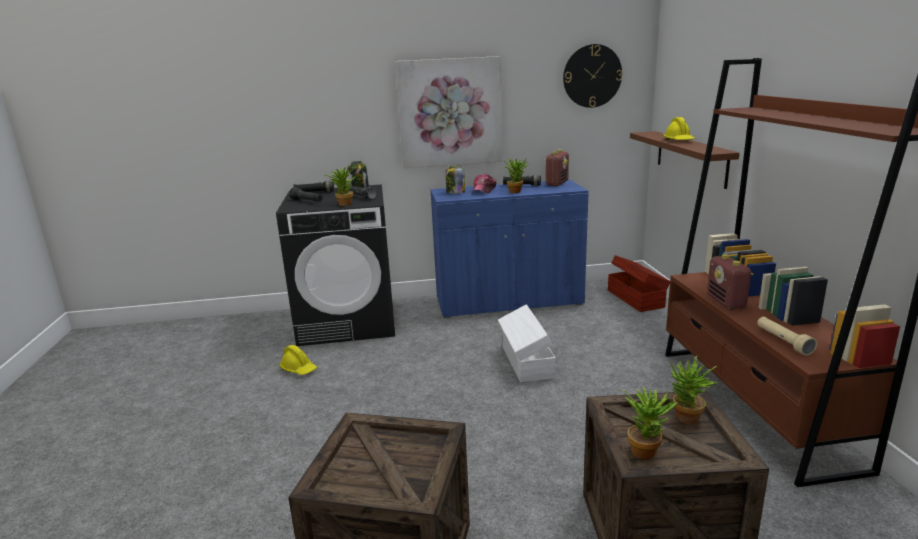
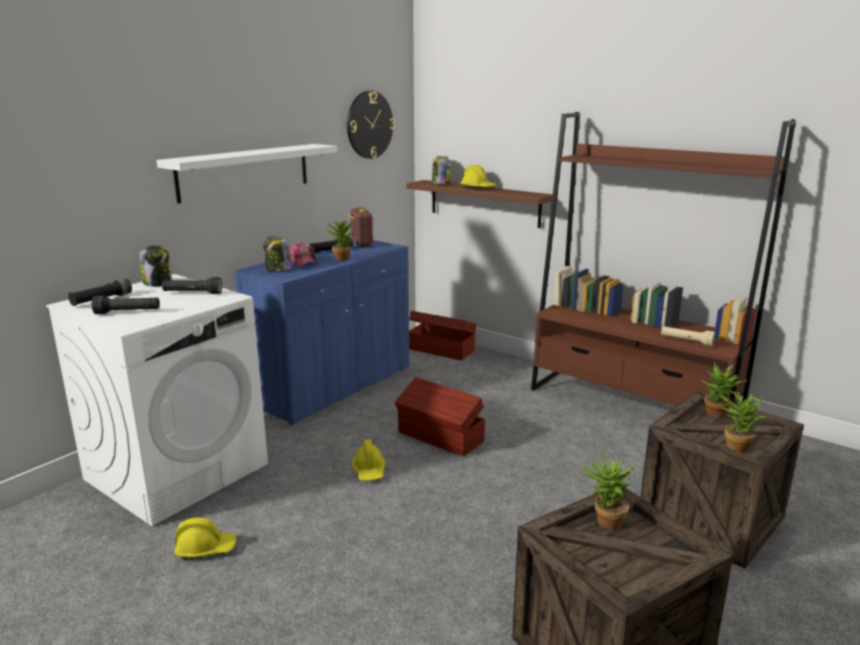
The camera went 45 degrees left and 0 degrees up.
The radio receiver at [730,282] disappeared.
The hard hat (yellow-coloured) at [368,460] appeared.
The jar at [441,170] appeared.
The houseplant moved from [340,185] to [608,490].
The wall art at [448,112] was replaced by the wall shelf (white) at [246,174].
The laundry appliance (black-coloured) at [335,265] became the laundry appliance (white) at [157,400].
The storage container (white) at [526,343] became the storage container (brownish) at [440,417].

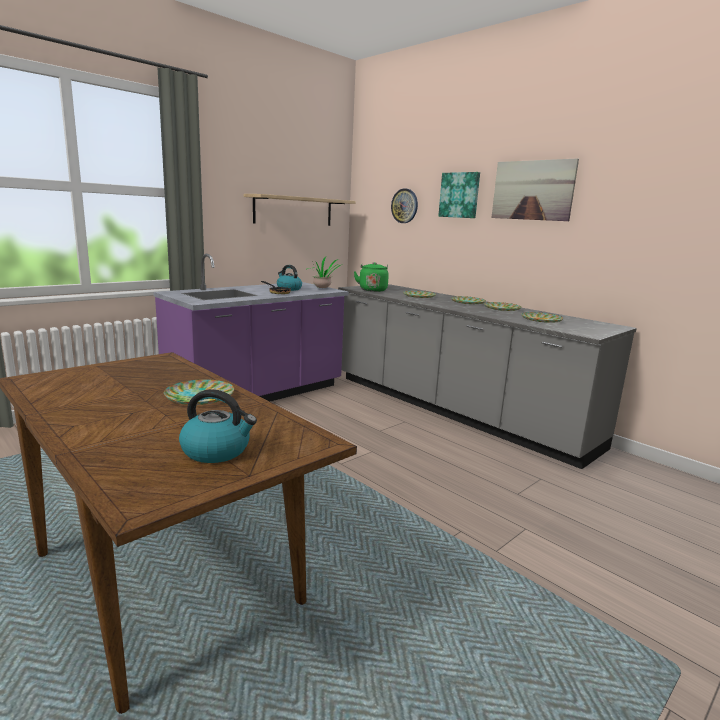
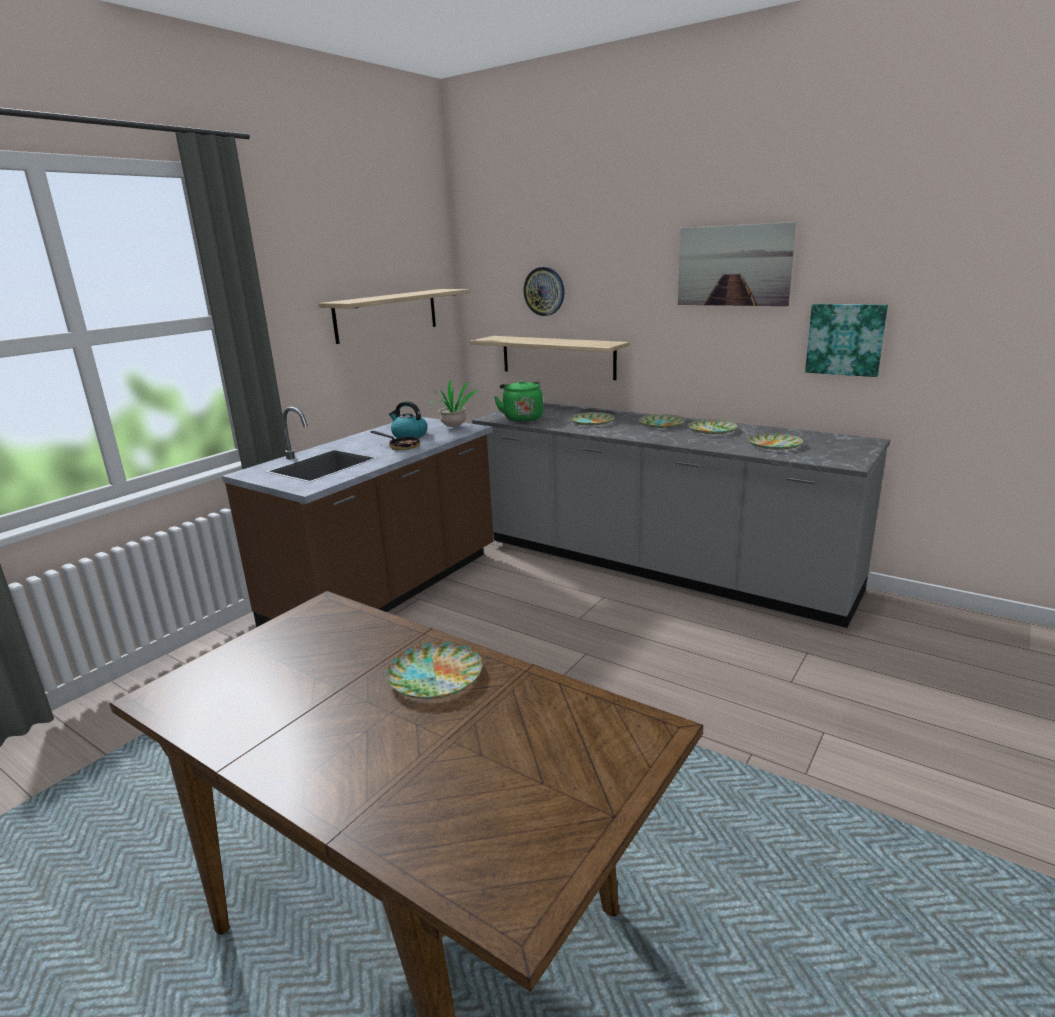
The camera went 10 degrees left and 5 degrees up.
The kettle at [218,426] disappeared.
The wall shelf at [550,358] appeared.
The wall art moved from [459,195] to [846,340].
The kitchen base unit (purple-coloured) at [250,327] became the kitchen base unit (brownish) at [358,517].

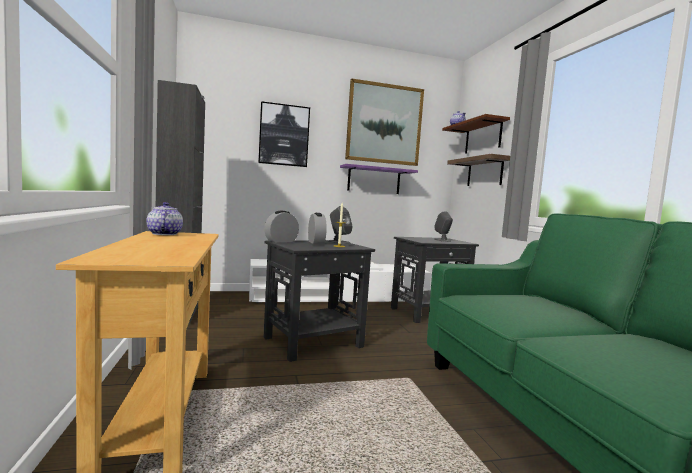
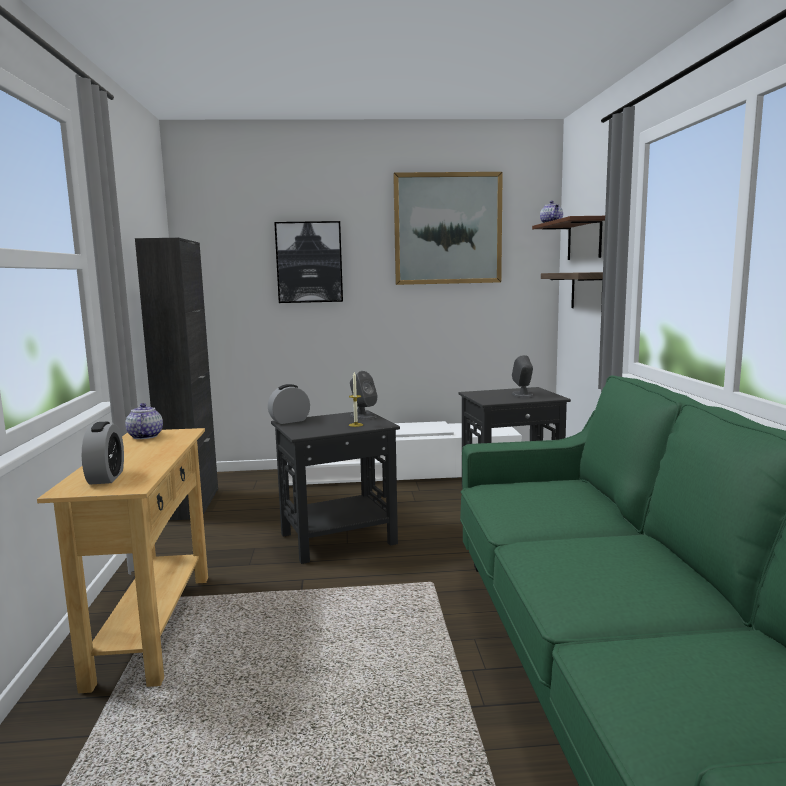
The camera went 10 degrees right and 5 degrees up.
The wall shelf (purple-coloured) at [379,179] disappeared.
The bedside clock moved from [317,228] to [103,453].

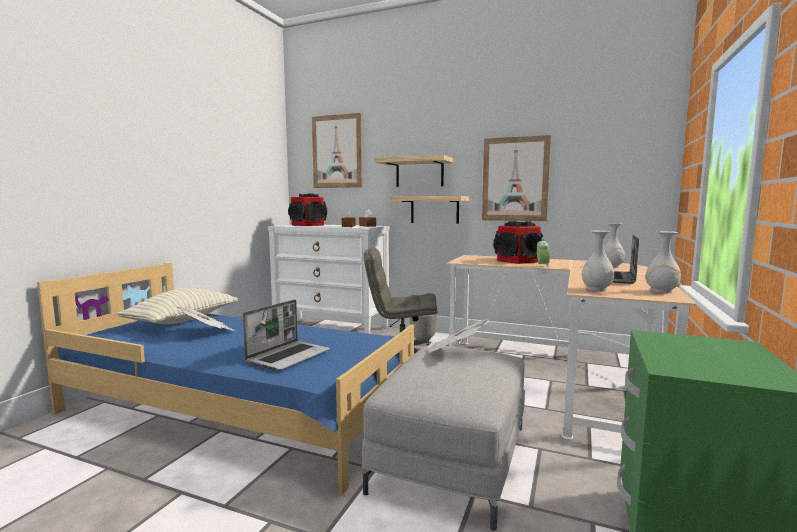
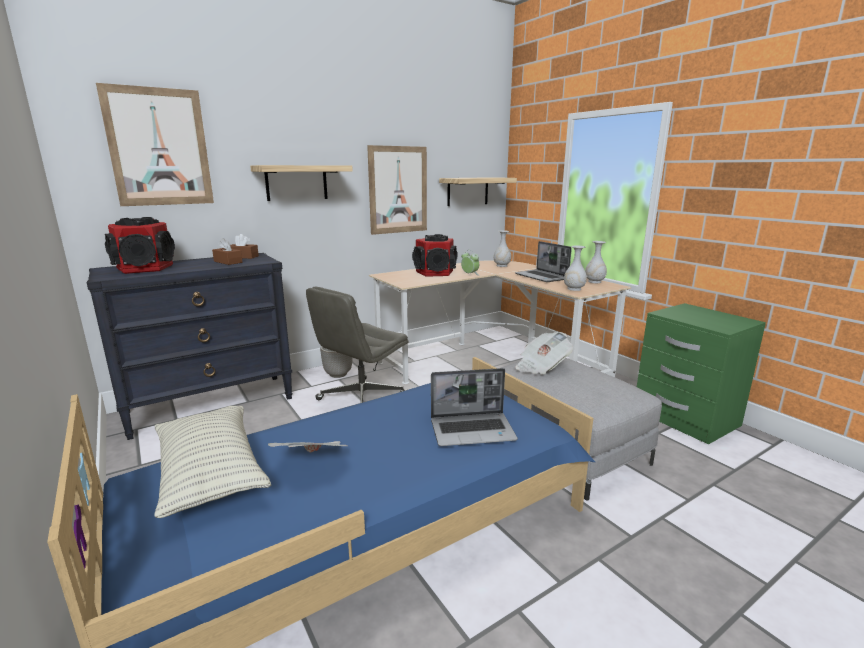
The camera went 55 degrees left and 10 degrees up.
The wall shelf moved from [429,210] to [478,191].
The drawer chest (white) at [329,279] became the drawer chest (black-coloured) at [190,346].
The laptop at [286,335] turned 105 degrees clockwise.

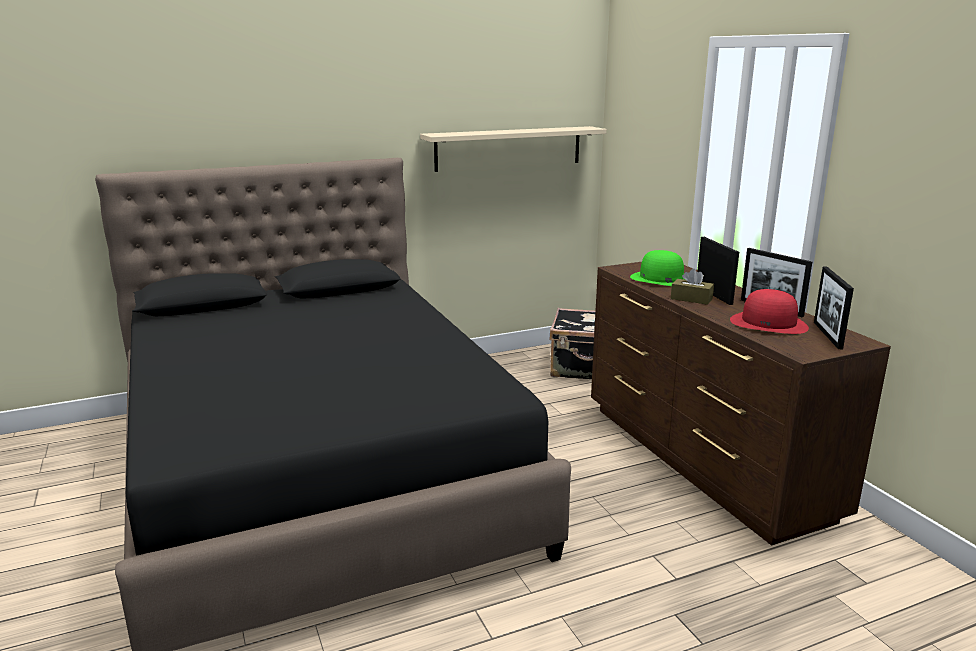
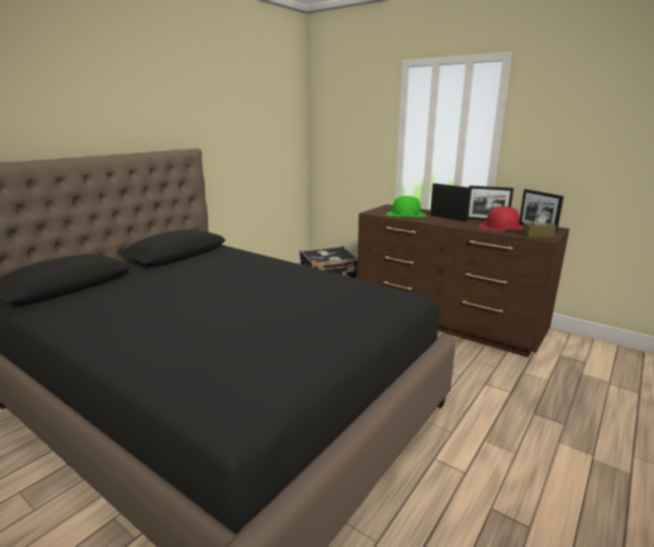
The camera went 30 degrees left and 0 degrees up.
The wall shelf (beige-coloured) at [513,149] disappeared.
The tissue box (brownish) moved from [692,287] to [539,225].

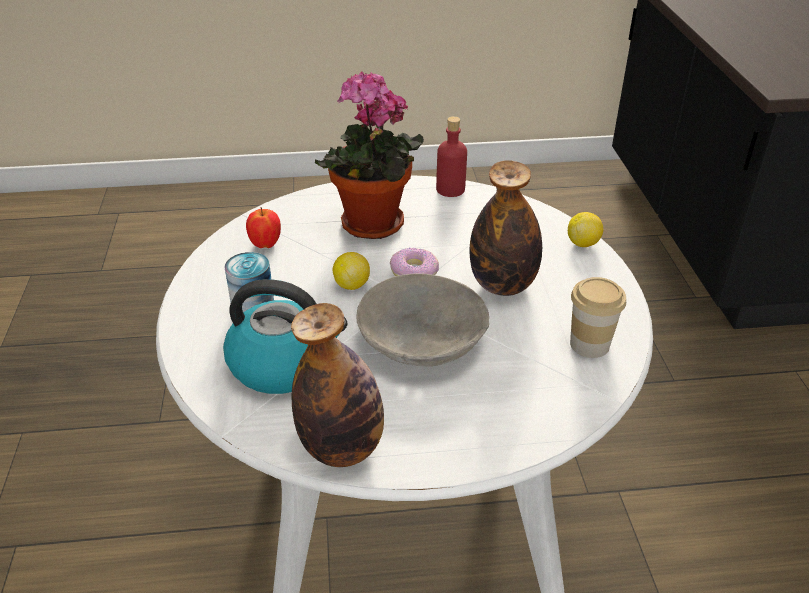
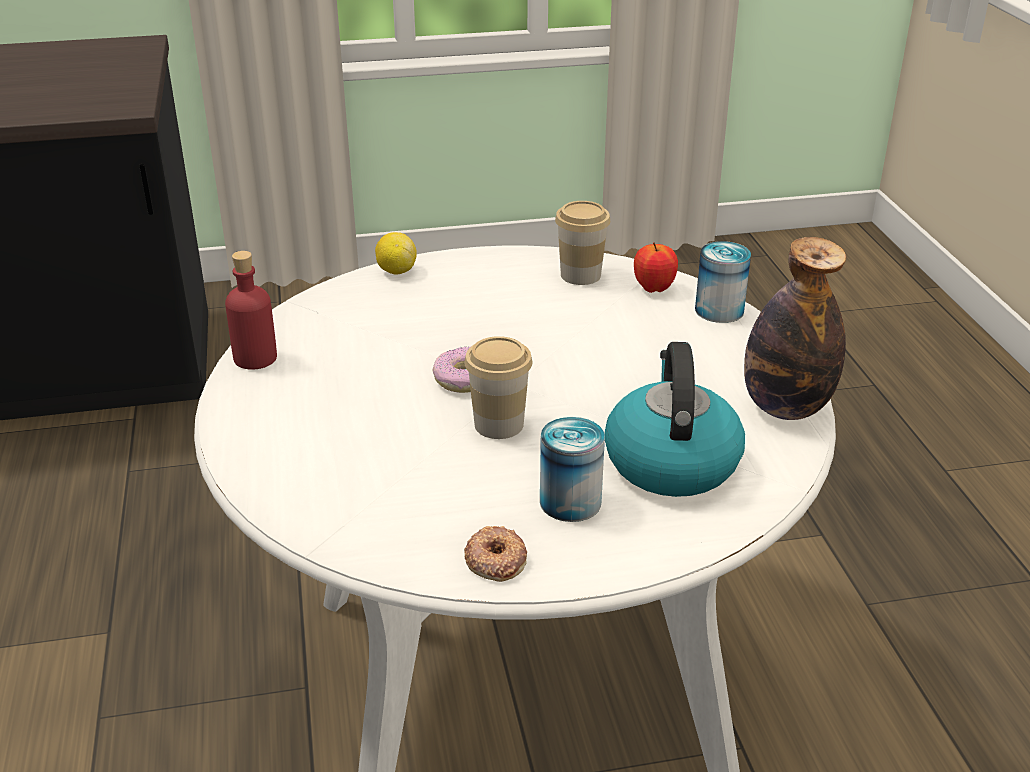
The camera went 95 degrees left and 5 degrees down.
The houseplant at [369,155] disappeared.
The bowl (greyish) at [423,320] disappeared.
The beverage bottle at [505,228] disappeared.
The ring doughnut at [495,554] appeared.
The metal can at [723,282] appeared.
The whole apple moved from [263,227] to [656,268].
The lemon at [351,271] was replaced by the cup at [498,387].

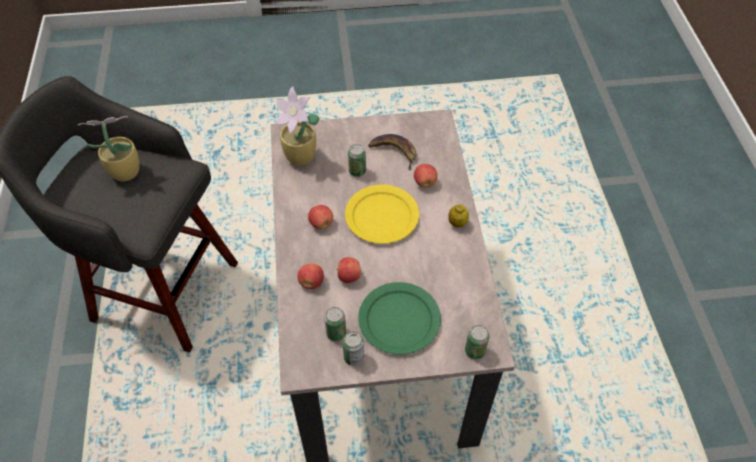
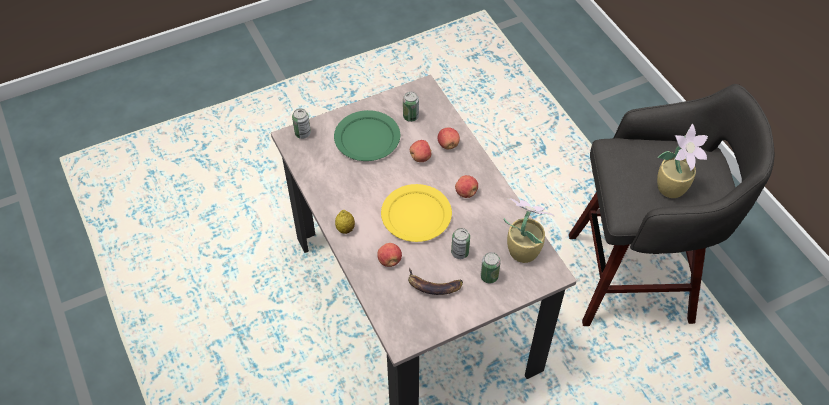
The camera went 160 degrees right and 0 degrees up.
The metal can moved from [353,348] to [490,267].

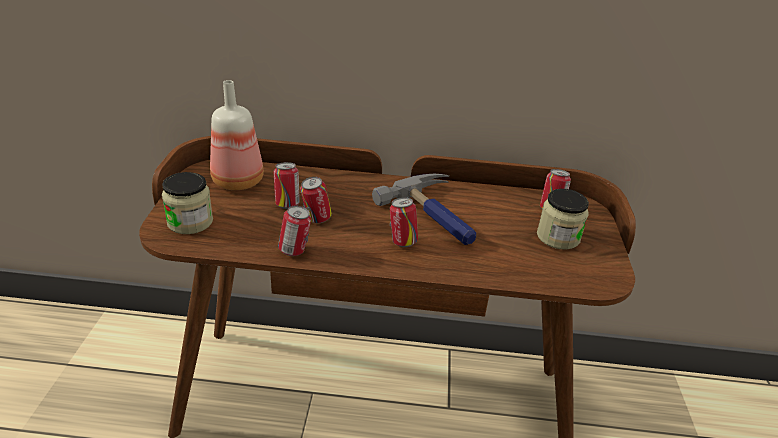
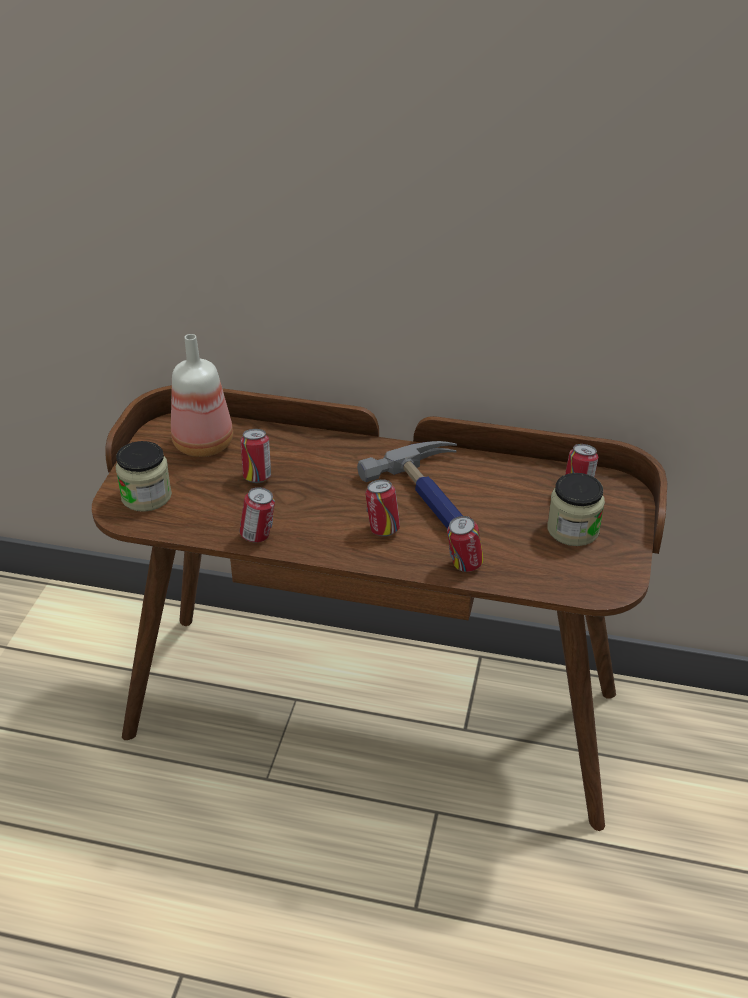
The camera went 10 degrees right and 5 degrees up.
The metal can moved from [316,200] to [465,544].

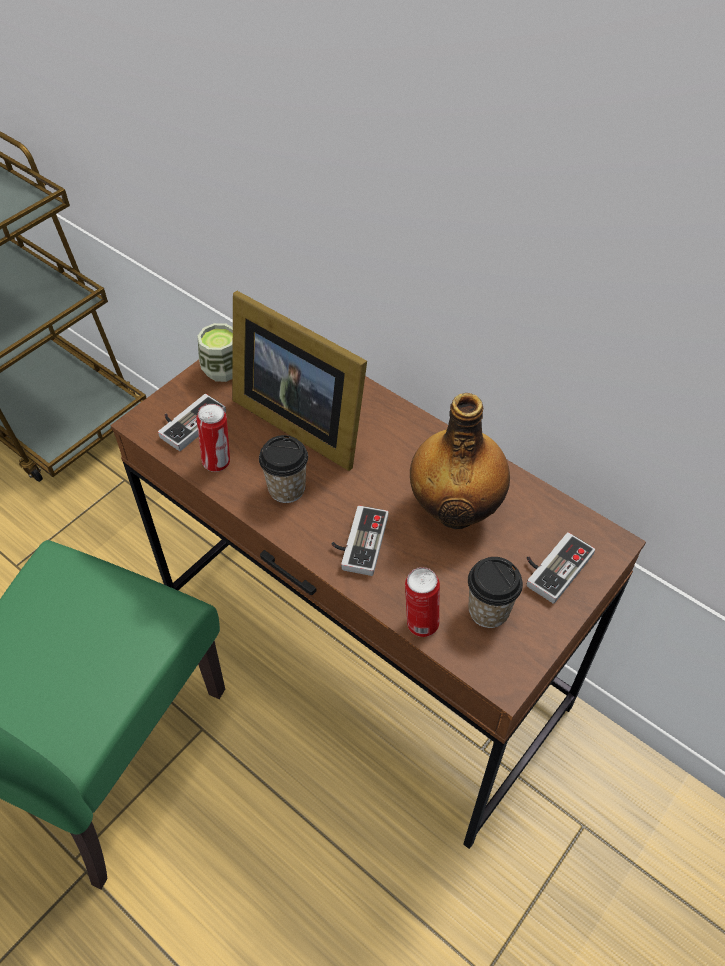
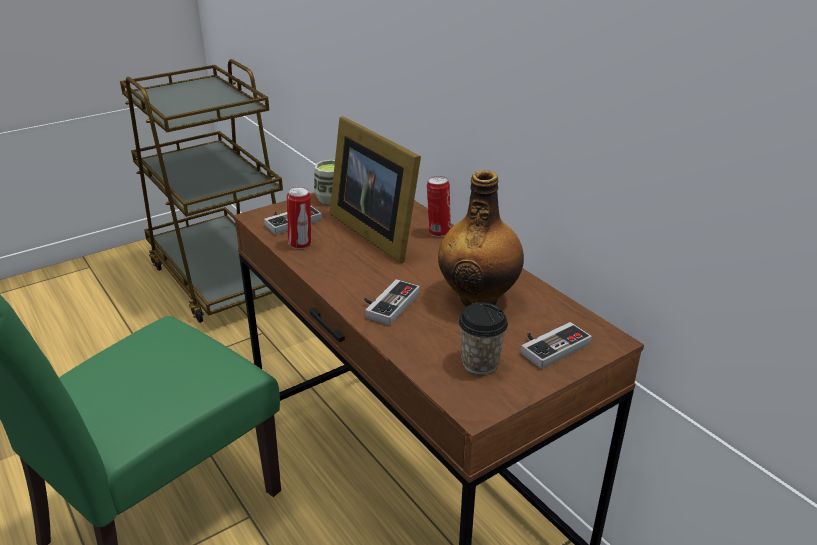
The camera went 15 degrees right and 20 degrees down.
The cup at [283,469] disappeared.
The metal can moved from [422,602] to [439,206].

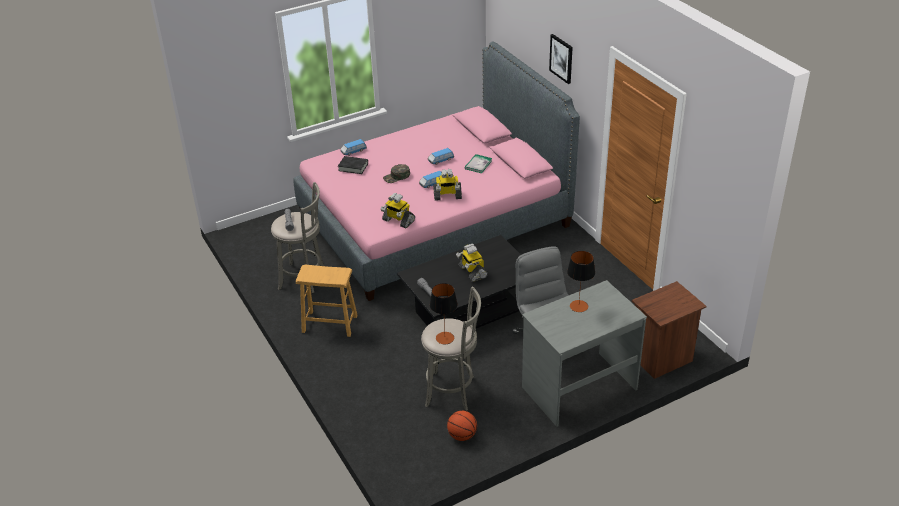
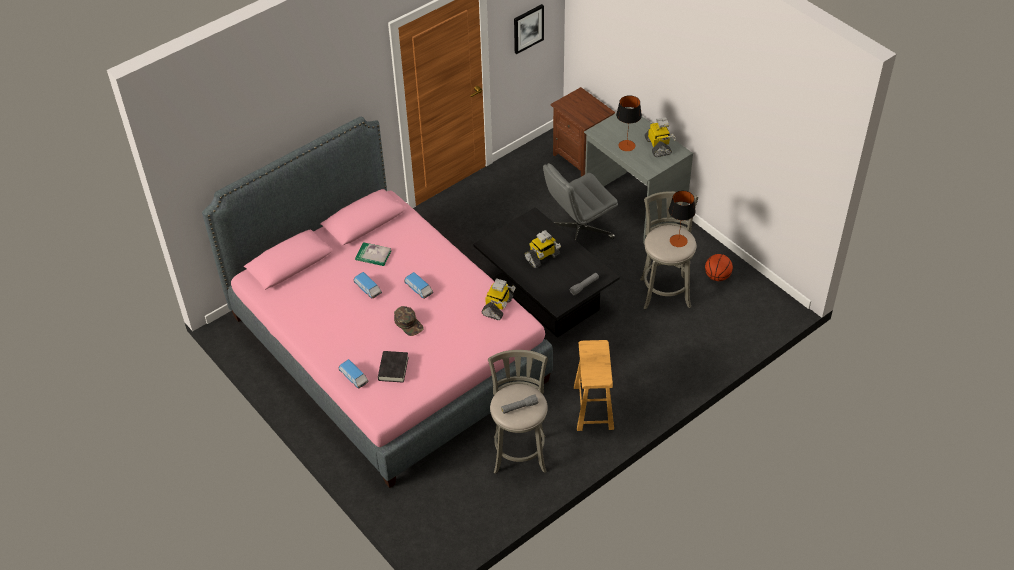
The camera went 100 degrees left and 10 degrees up.
The robot figure moved from [447,185] to [660,137].
The wall art moved from [561,59] to [529,29].

